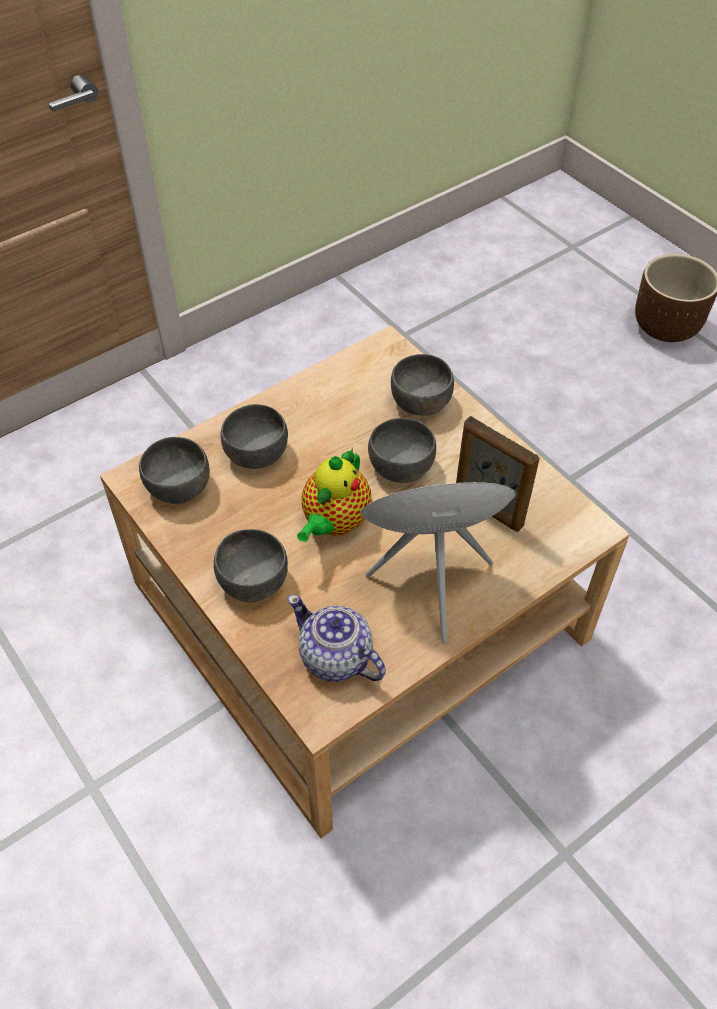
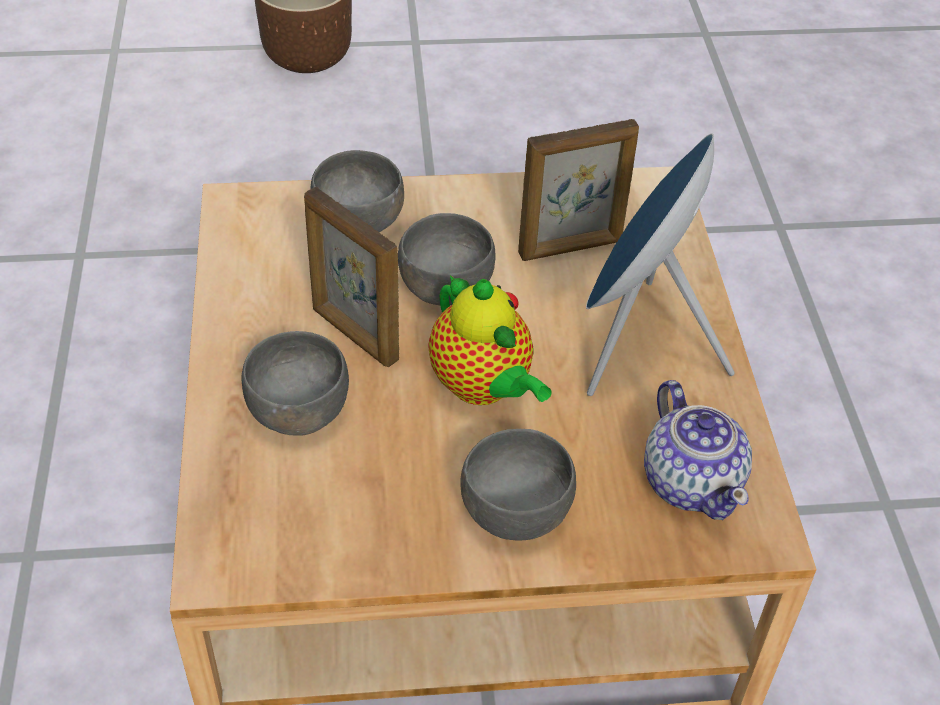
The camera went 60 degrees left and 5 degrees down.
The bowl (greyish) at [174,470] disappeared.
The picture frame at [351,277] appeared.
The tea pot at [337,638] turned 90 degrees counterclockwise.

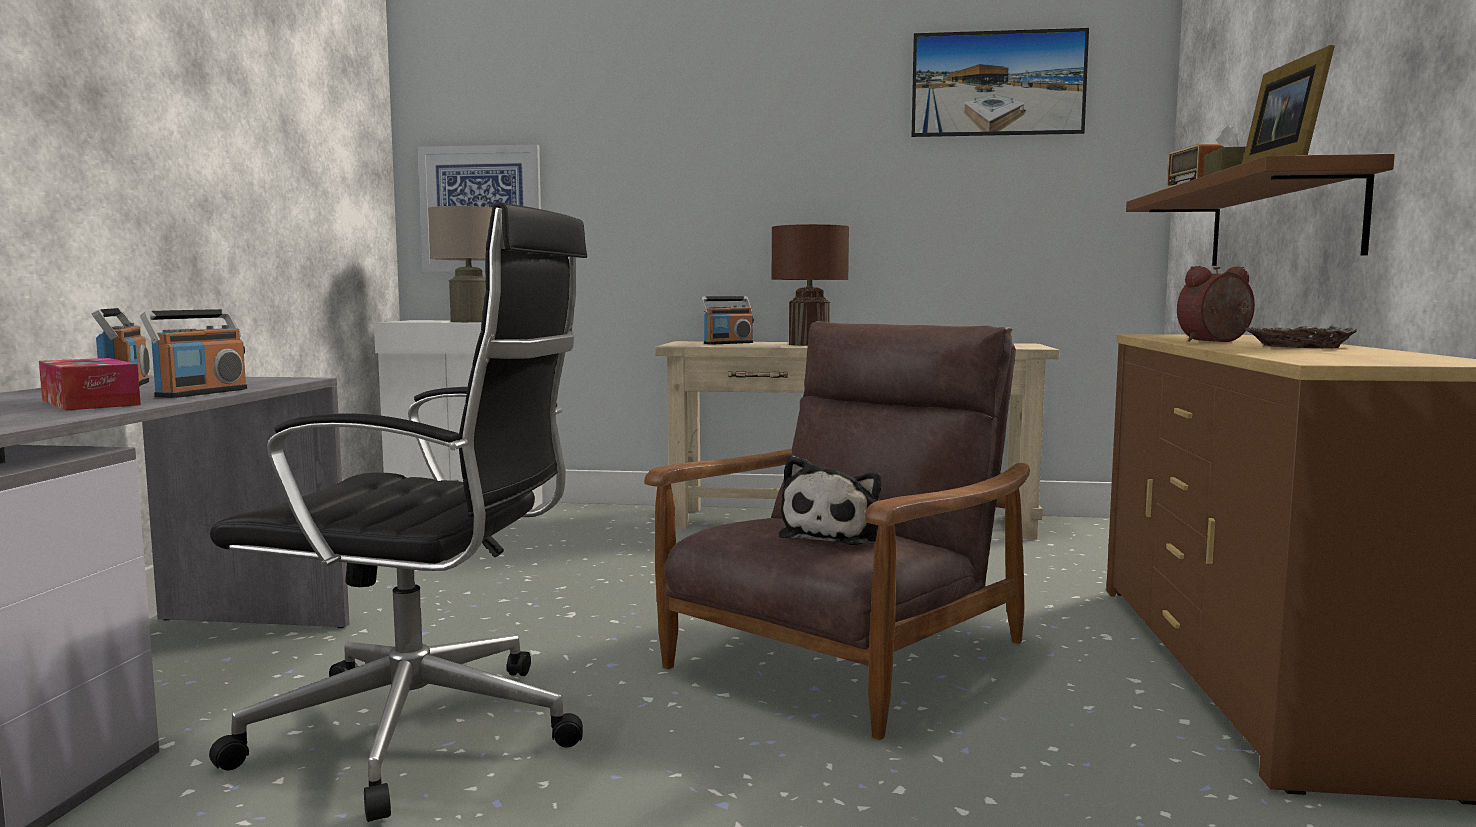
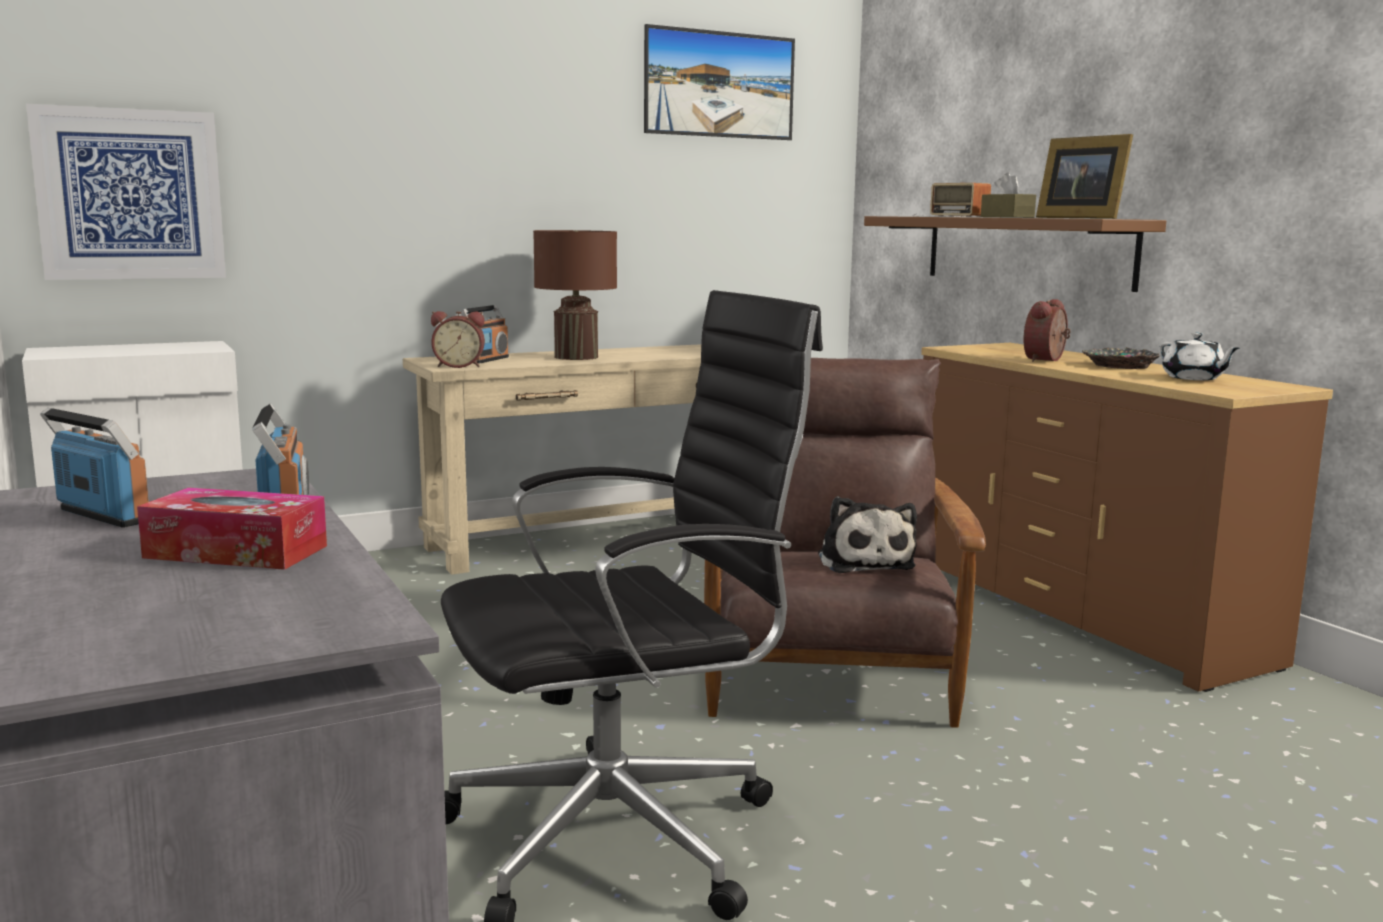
The camera went 35 degrees left and 5 degrees up.
The lamp for a table (beige-coloured) at [460,264] disappeared.
The bedside clock at [458,339] appeared.
The tea pot (white) at [1199,356] appeared.

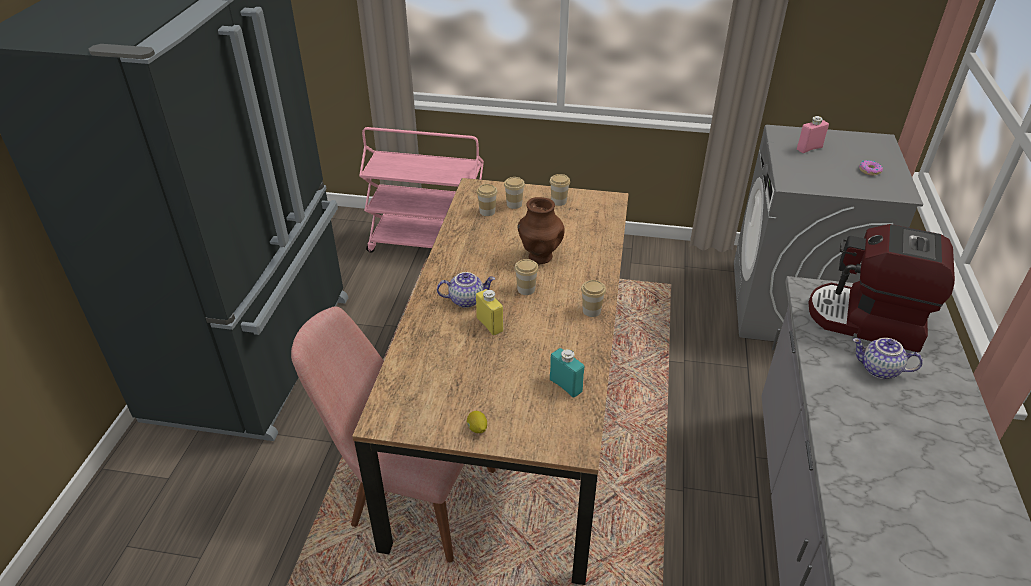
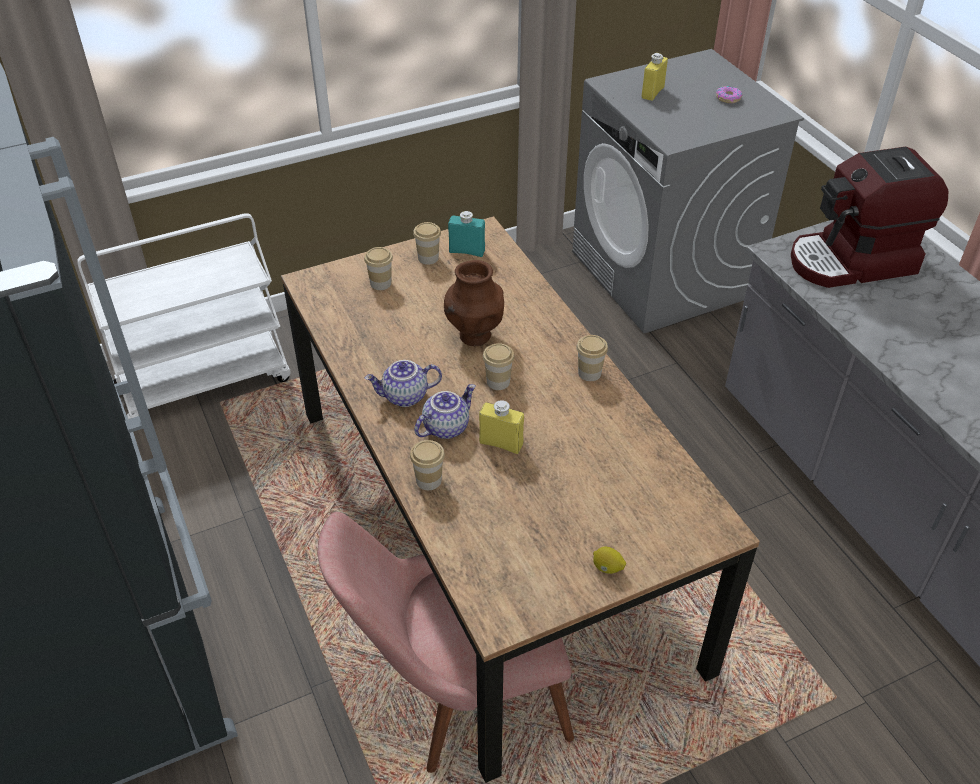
The camera went 35 degrees left and 5 degrees up.
The cup moved from [487,200] to [427,465].
The beverage bottle (turquoise-coloured) moved from [567,373] to [466,234].
The tea pot moved from [887,358] to [403,383].
The trolley (pinkish) at [421,189] became the trolley (white) at [184,316].
The beverage bottle (pinkish) at [813,134] became the beverage bottle (yellow-coloured) at [655,77].

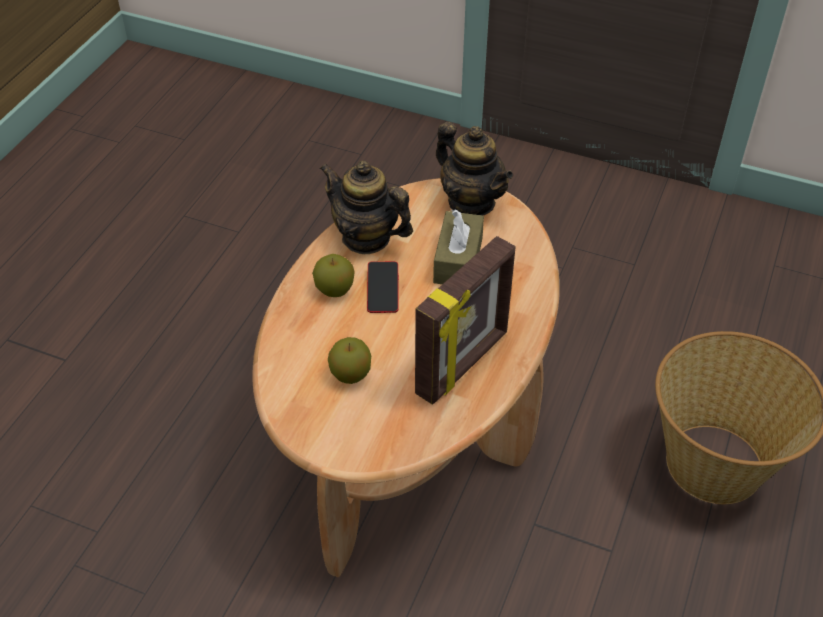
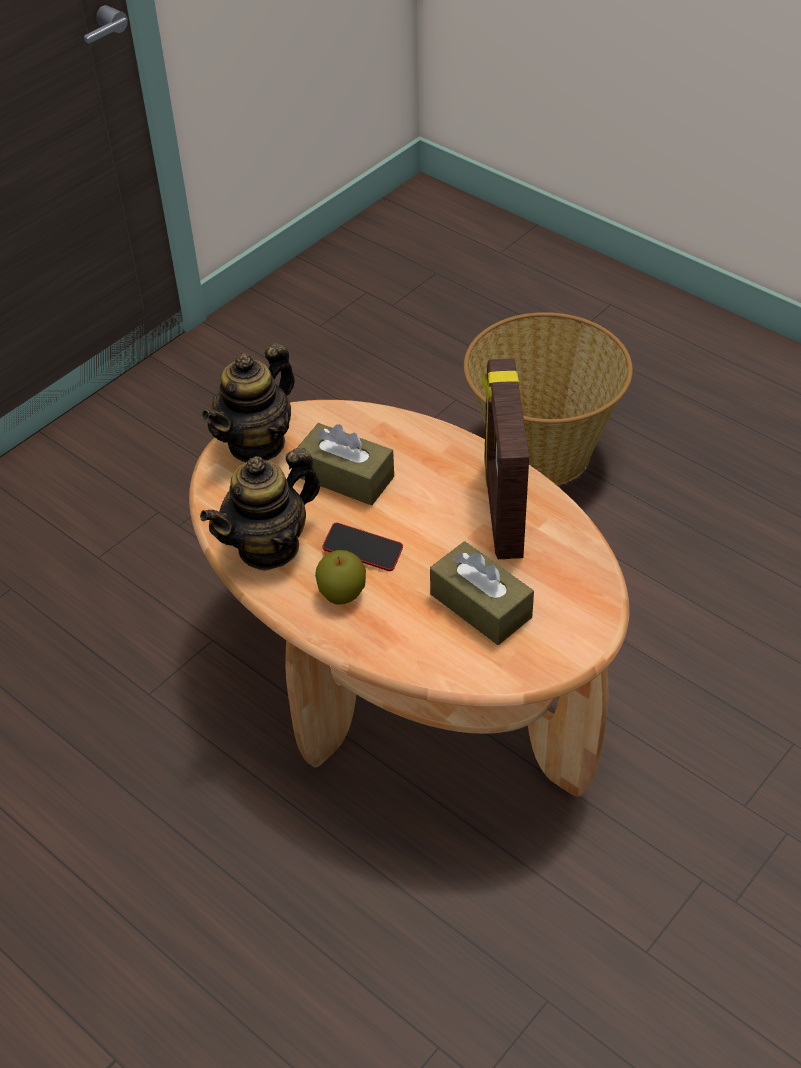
The camera went 70 degrees left and 0 degrees up.
The whole apple at [349,360] was replaced by the tissue box (brownish) at [482,593].
The picture frame at [465,320] turned 150 degrees counterclockwise.
The tea pot at [474,168] turned 150 degrees clockwise.

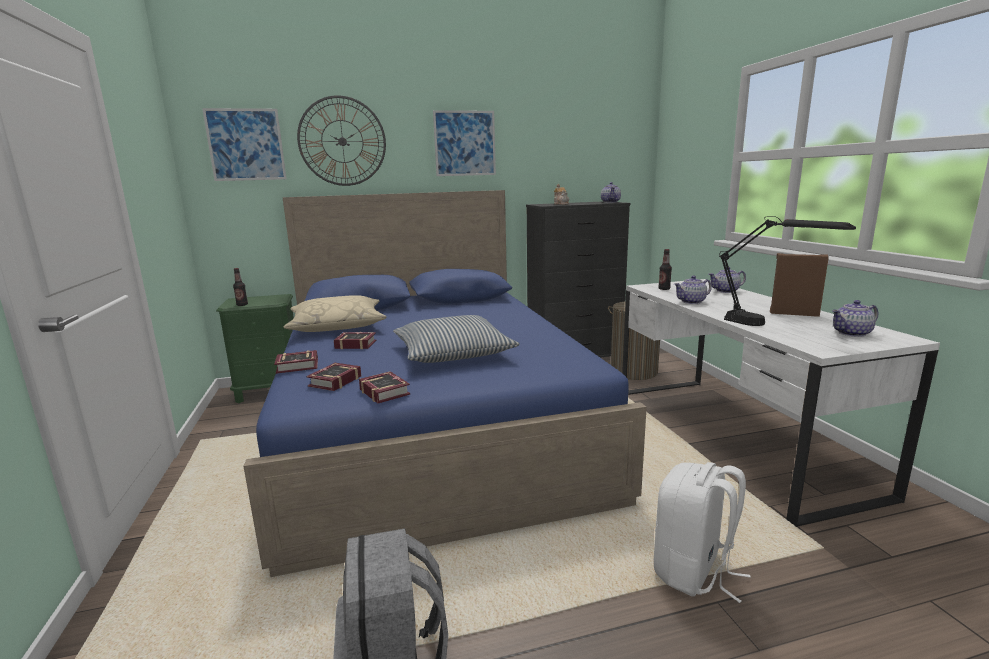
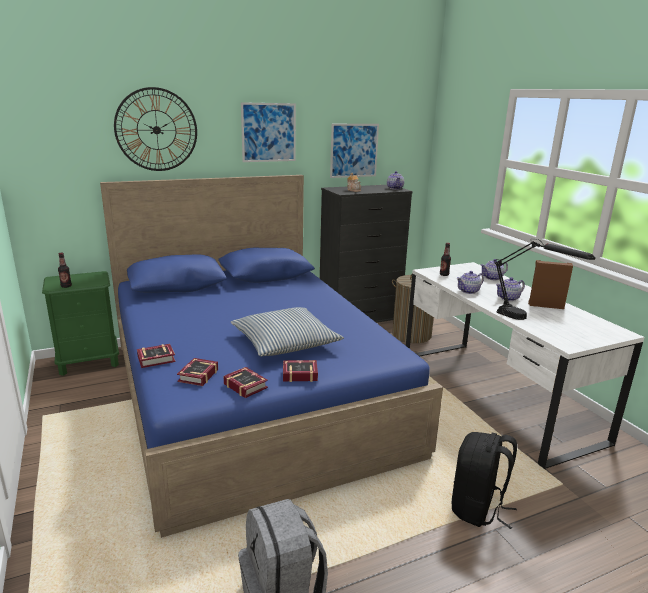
The camera went 10 degrees left and 5 degrees up.
The throw pillow (beige-coloured) at [335,313] disappeared.
The wall art moved from [244,144] to [354,151].
The bound book moved from [355,340] to [300,371].
The tea pot moved from [855,318] to [510,289].
The rucksack (white) at [702,532] became the rucksack (black-coloured) at [484,480].

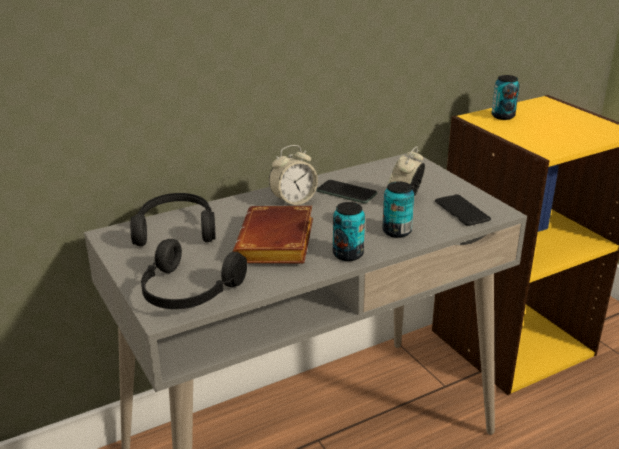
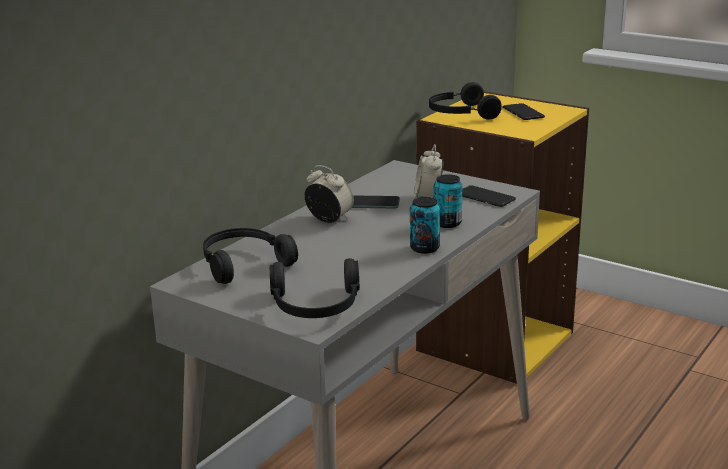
The camera went 25 degrees left and 5 degrees down.
The bound book (brownish) at [273,234] disappeared.
The handset at [524,111] appeared.
The metal can at [505,97] was replaced by the headset (black-coloured) at [465,100].
The bedside clock at [293,175] turned 90 degrees counterclockwise.

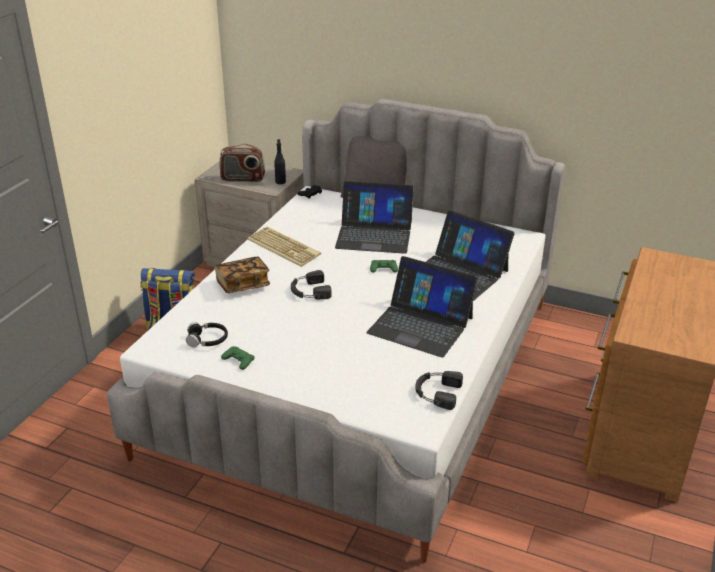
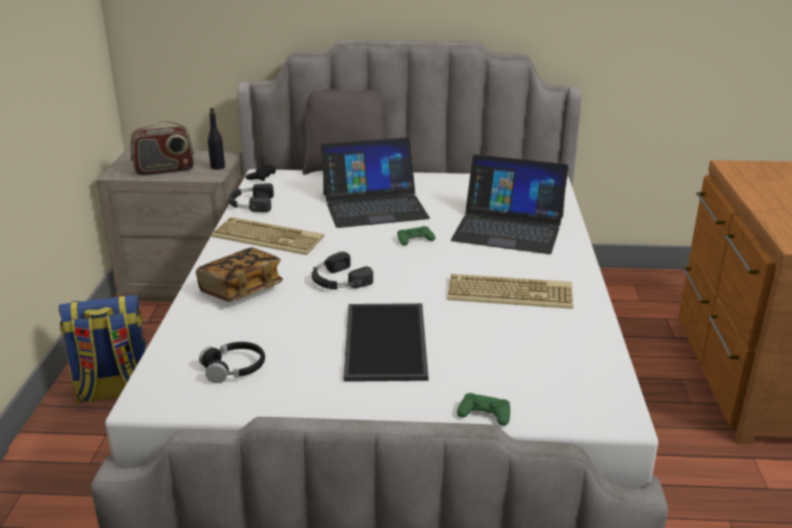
The camera went 20 degrees left and 5 degrees down.
The serving tray at [386,342] appeared.
The game controller (green) moved from [238,358] to [483,409].
The headset (black-coloured) moved from [439,390] to [251,197].
The laptop at [422,307] was replaced by the keyboard at [510,291].

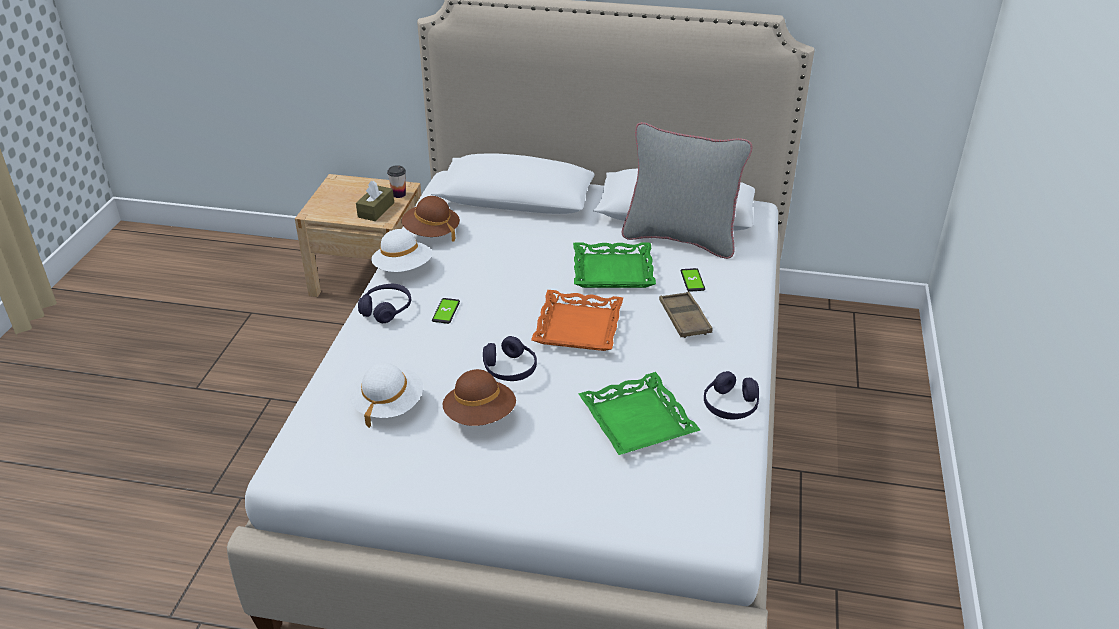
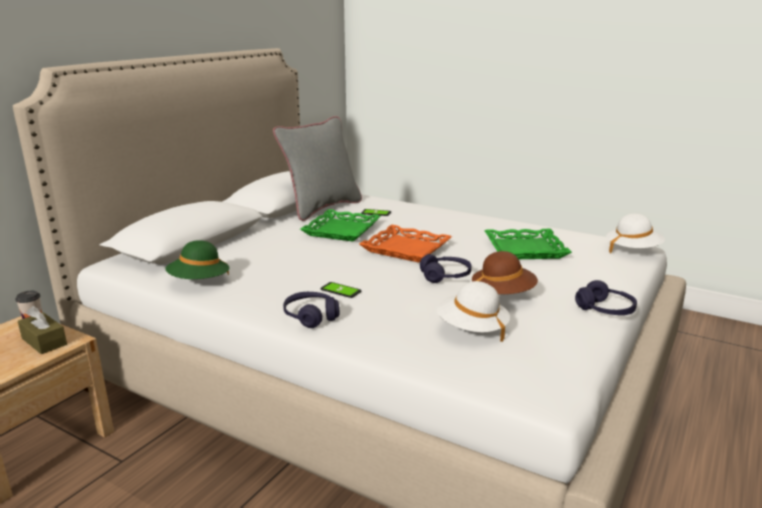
The camera went 70 degrees left and 15 degrees down.
The serving tray (brownish) at [685,315] disappeared.
The hat (white) moved from [401,250] to [635,233].
The headset (purple-coloured) moved from [731,395] to [606,297].
The hat (brownish) at [430,219] became the hat (green) at [197,259].

